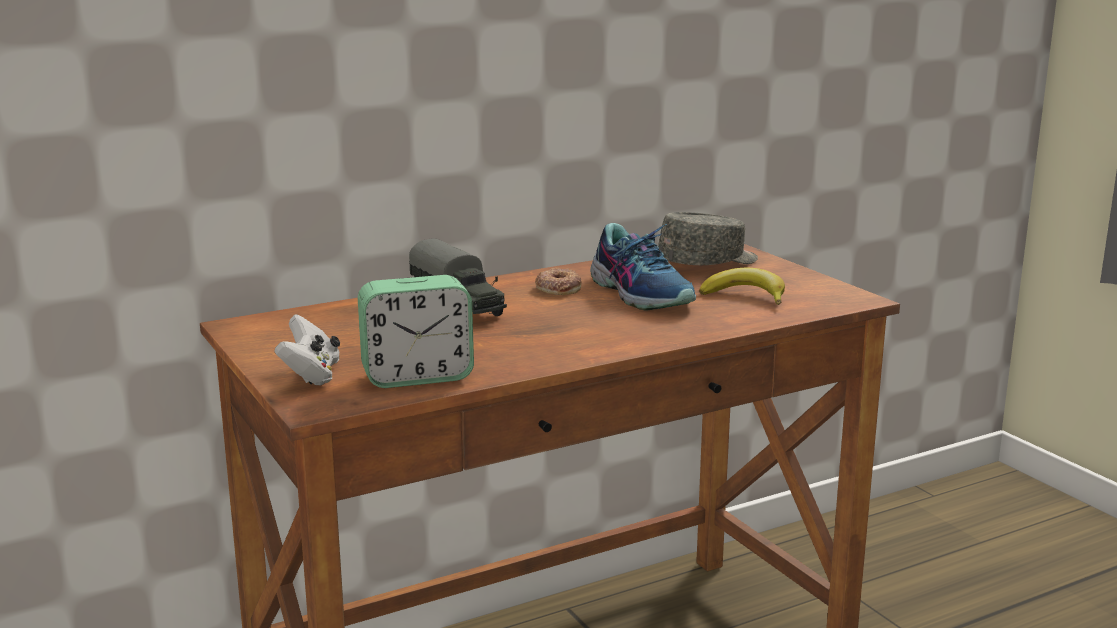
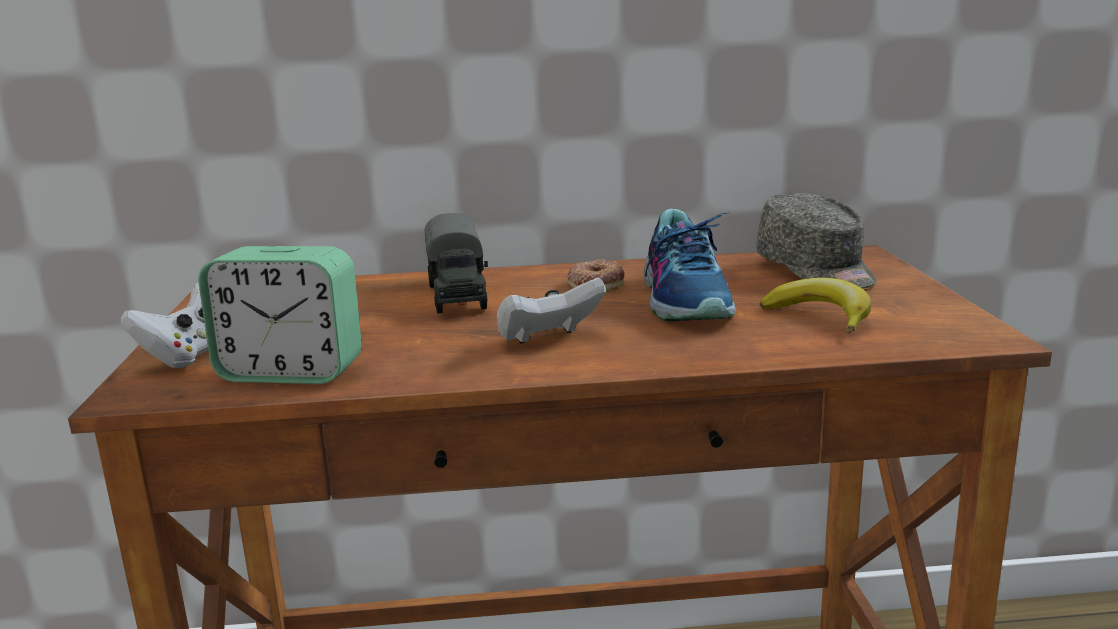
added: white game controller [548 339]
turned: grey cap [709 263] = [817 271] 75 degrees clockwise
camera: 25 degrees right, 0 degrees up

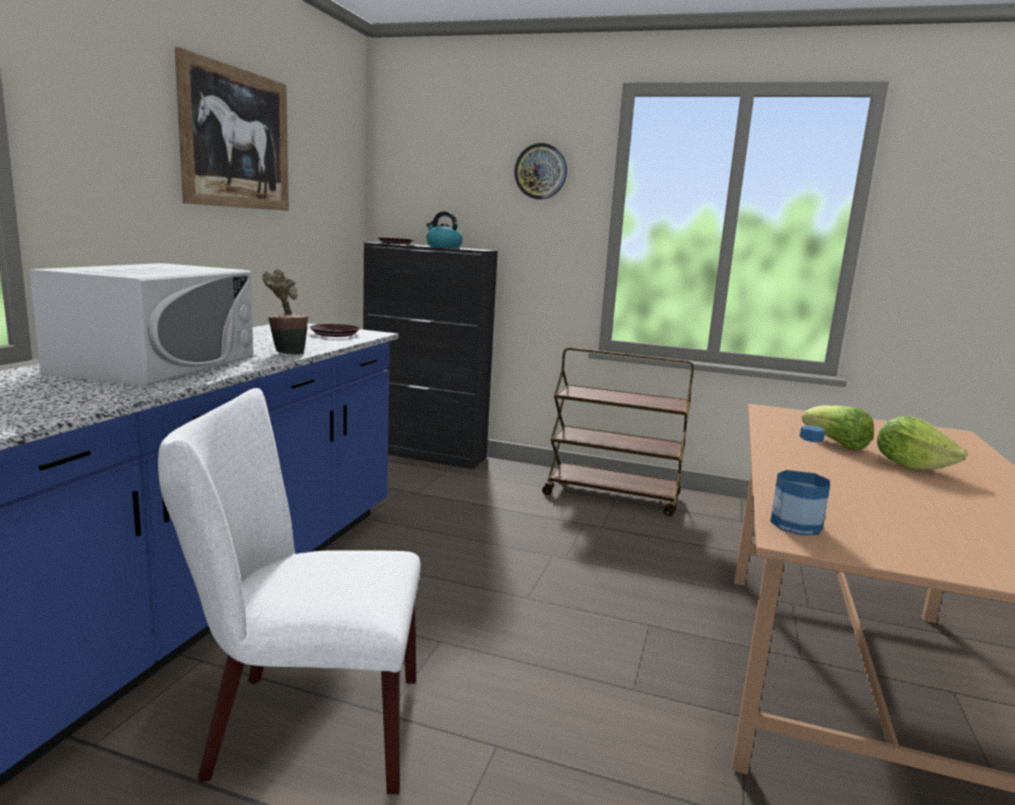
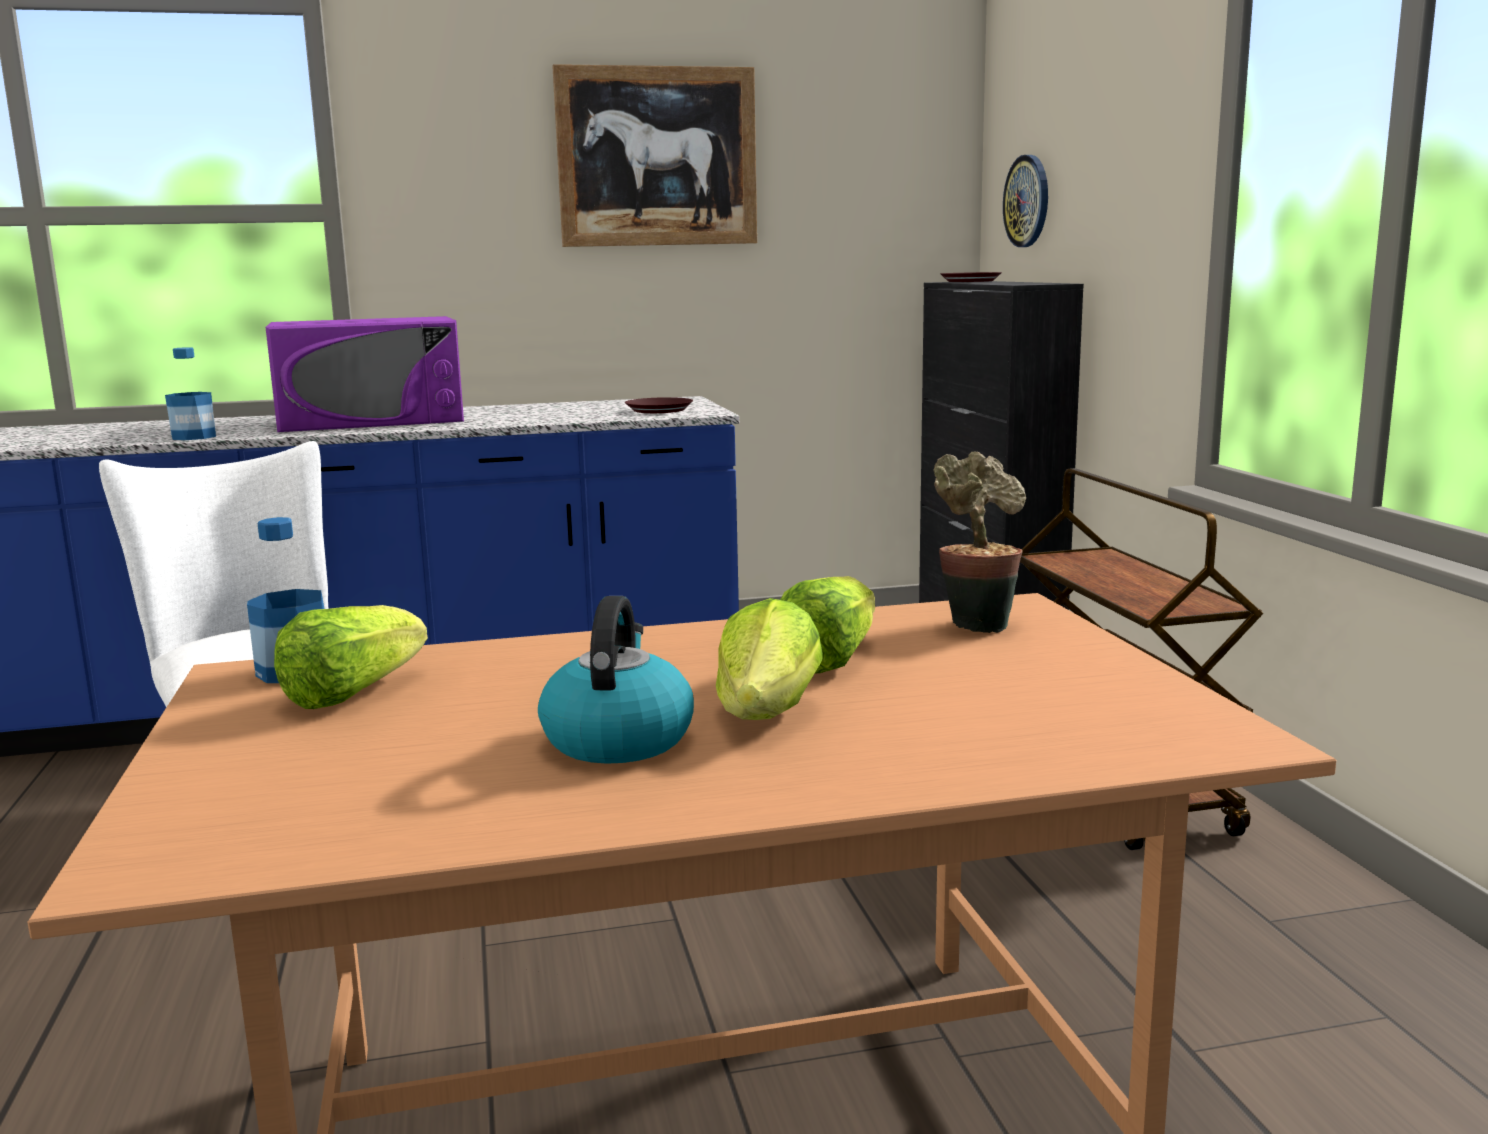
added: bottle [194 437]; lettuce [351 694]
moved: wall clock [541 171] to [1027 201]; kettle [443 247] to [617 738]; potted plant [287 353] to [976 623]
recoloured: white microwave [157 364] to purple microwave [371 420]
camera: 60 degrees right, 0 degrees up

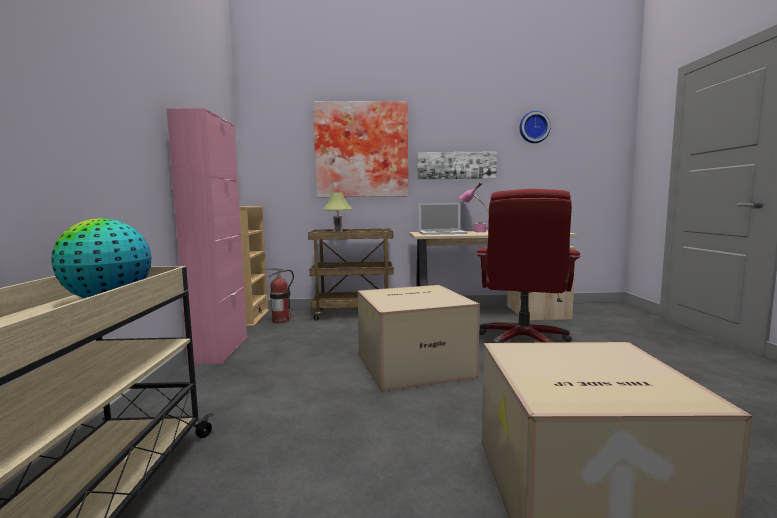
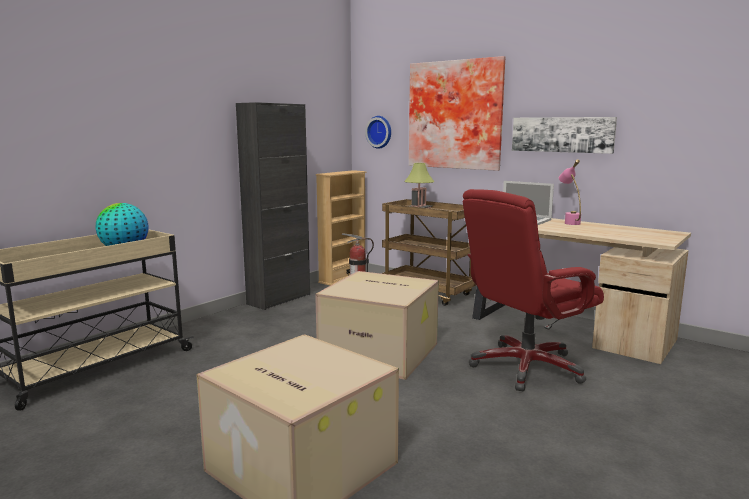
moved: wall clock [533 127] to [380 132]
recoloured: pink cabinet [220 350] to black cabinet [279 299]
camera: 40 degrees right, 5 degrees up

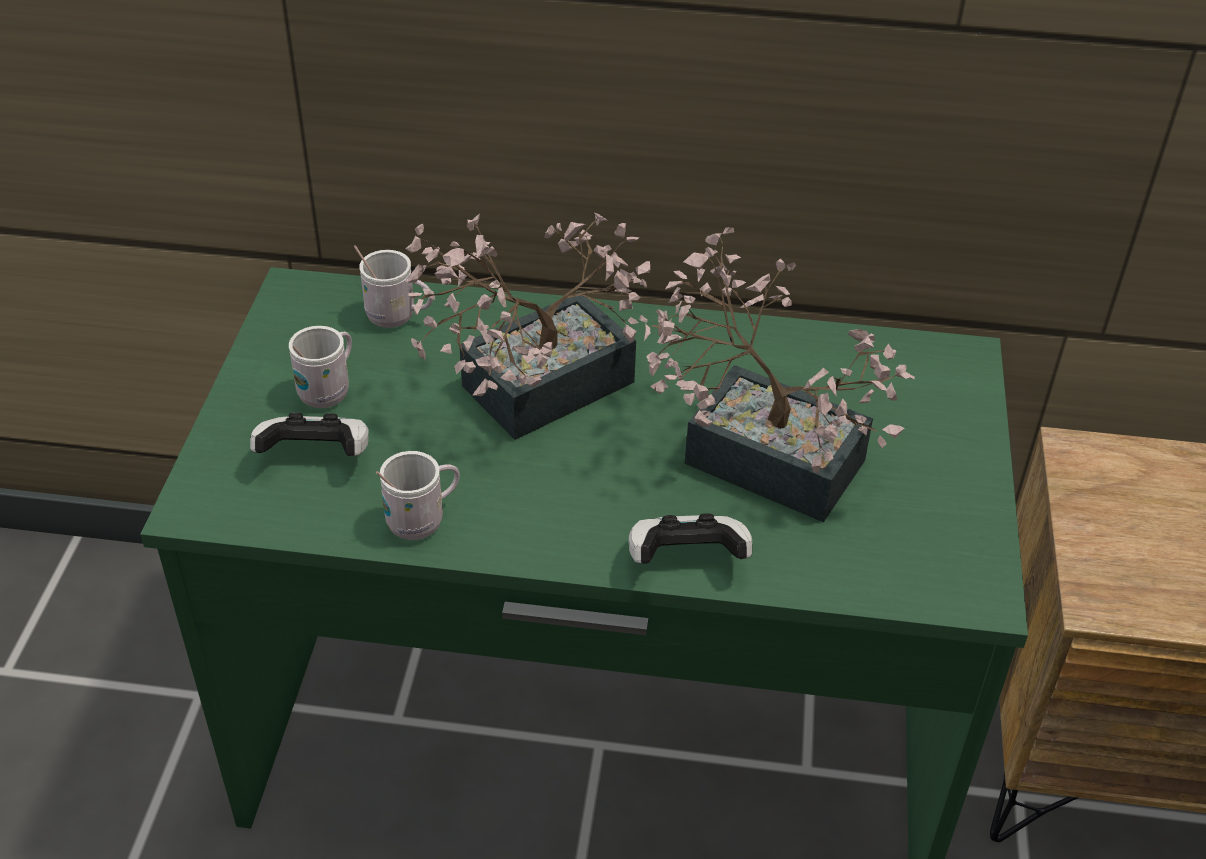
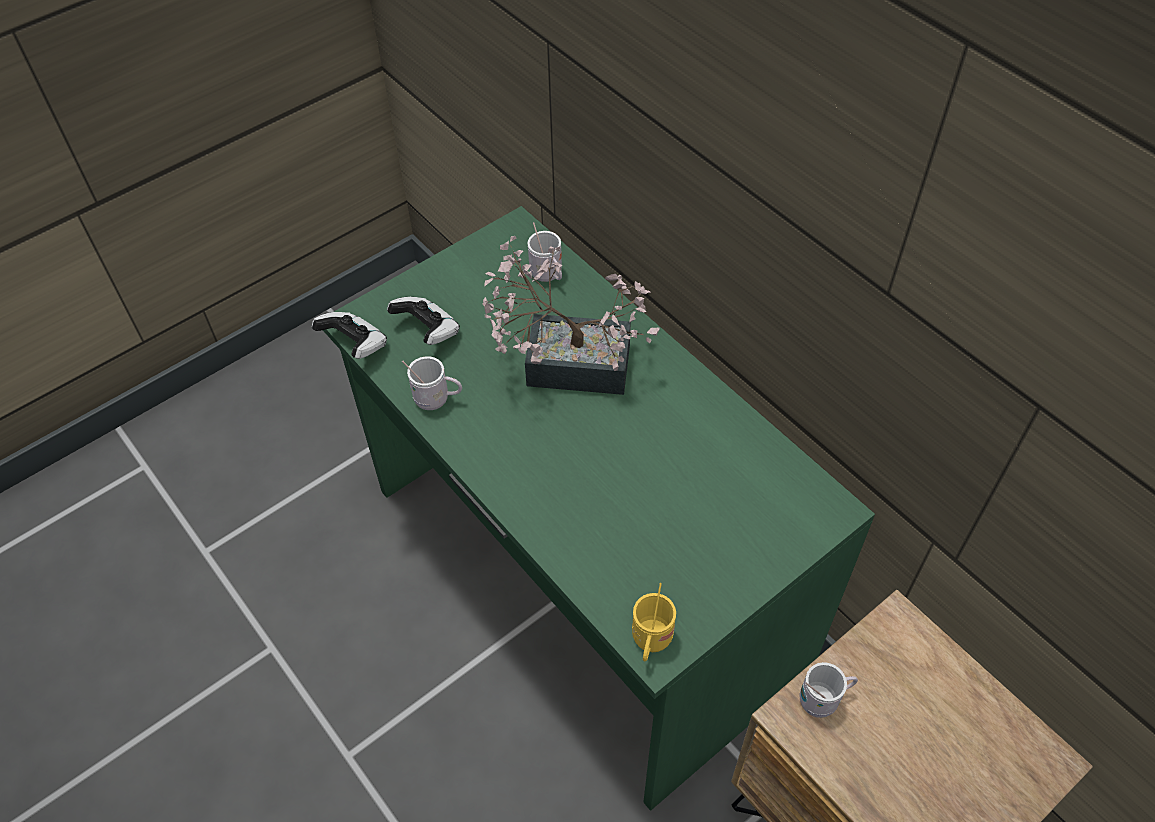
removed: potted plant [756 452]
added: yellow mug [650 642]
moved: white mug [329 390] to [823 699]; game controller [686 560] to [355 345]
camera: 45 degrees right, 10 degrees up

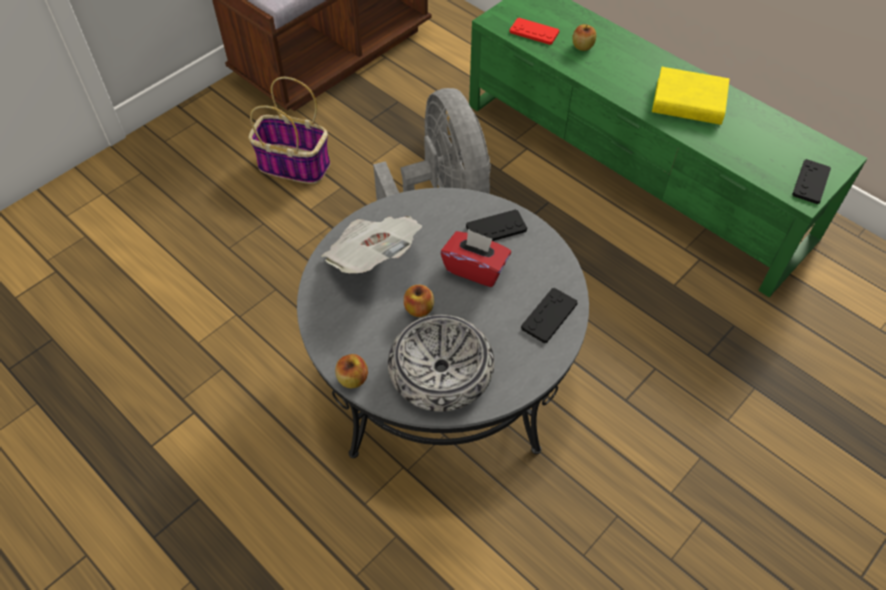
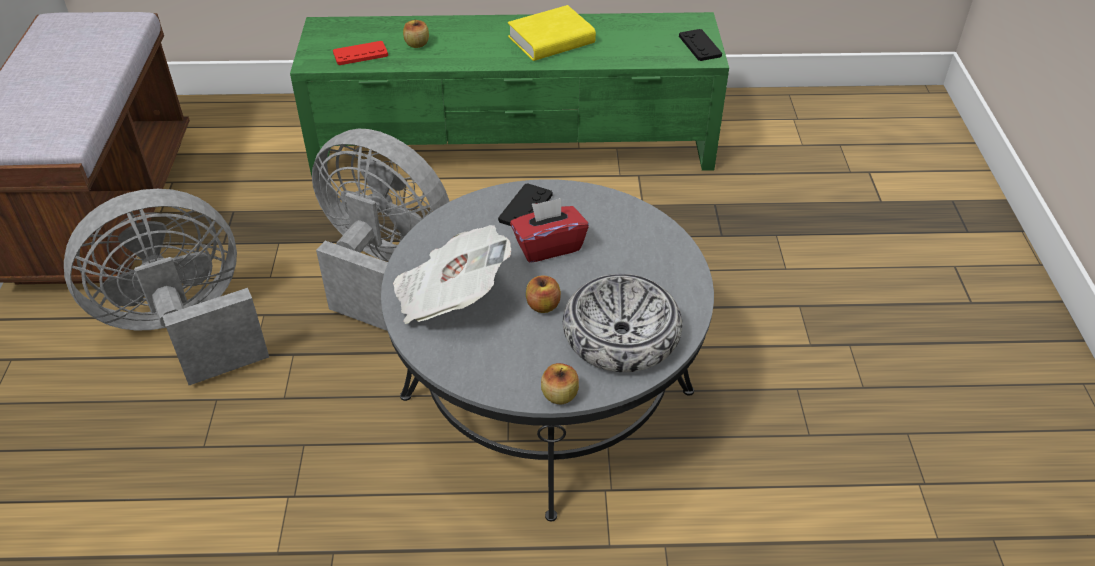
removed: black game controller [549 316]
replaced: basket [292 165] to grey fan [185 329]
camera: 45 degrees left, 10 degrees down

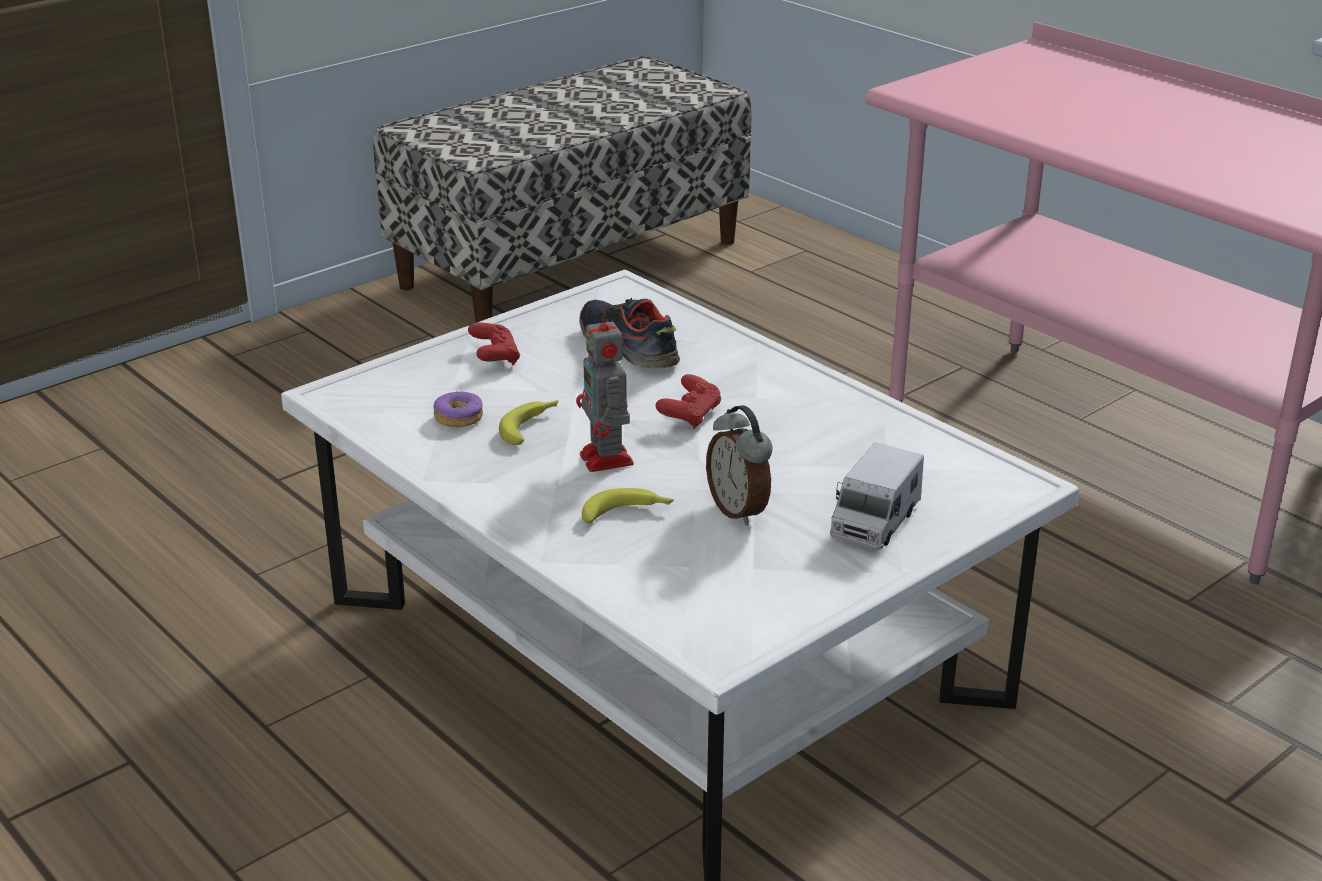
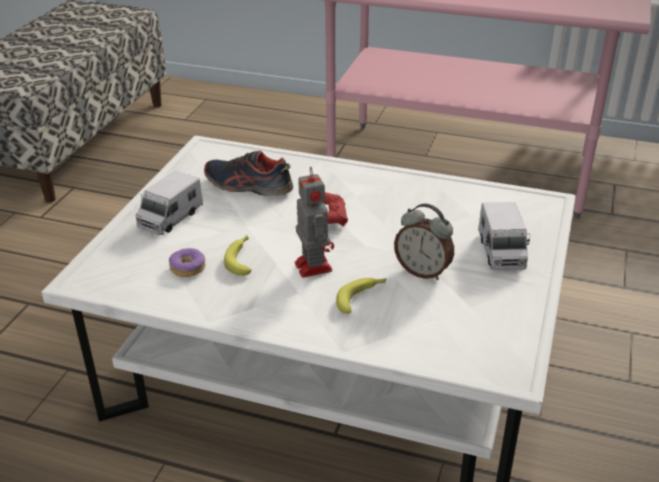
replaced: red game controller [495 357] to toy truck [170 218]
turned: toy robot [607 460] = [312 265] 150 degrees counterclockwise
camera: 30 degrees left, 5 degrees up

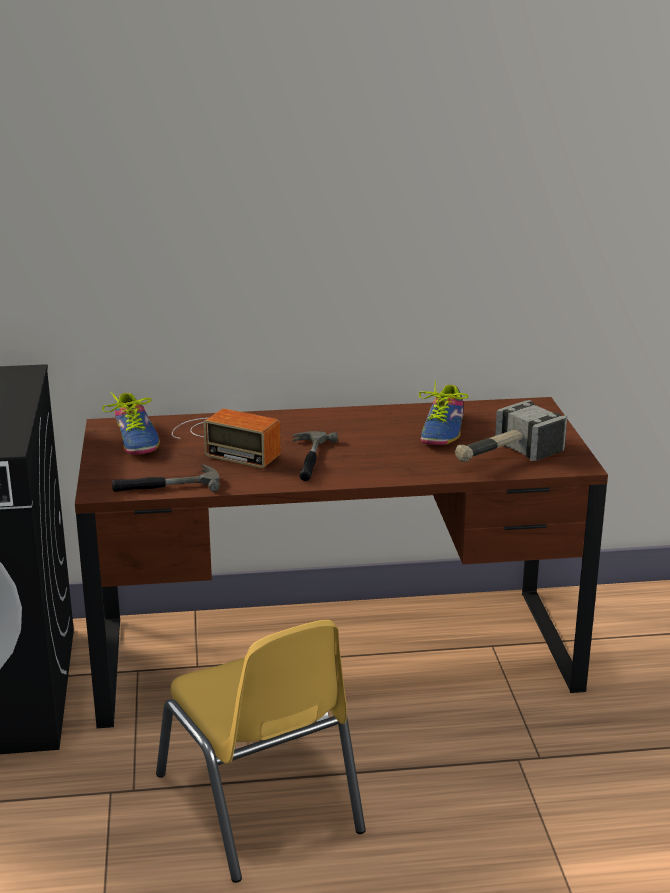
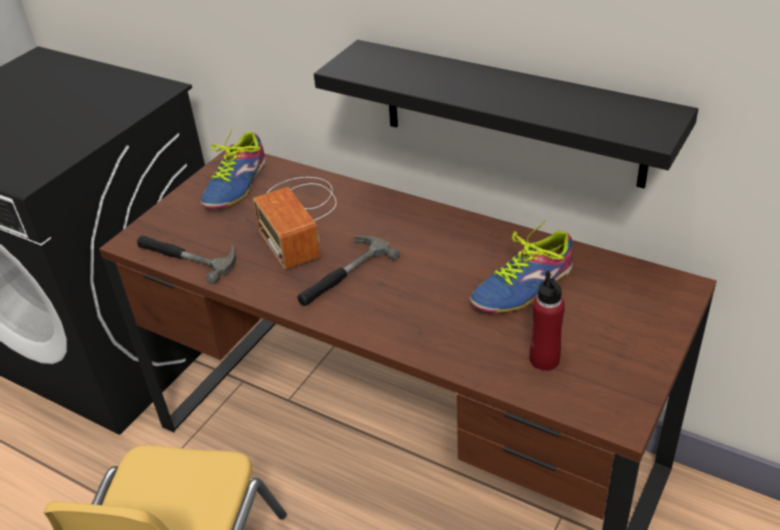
added: black shelf [511 113]
replaced: hammer [503 456] to red bottle [544 360]
camera: 40 degrees right, 15 degrees up

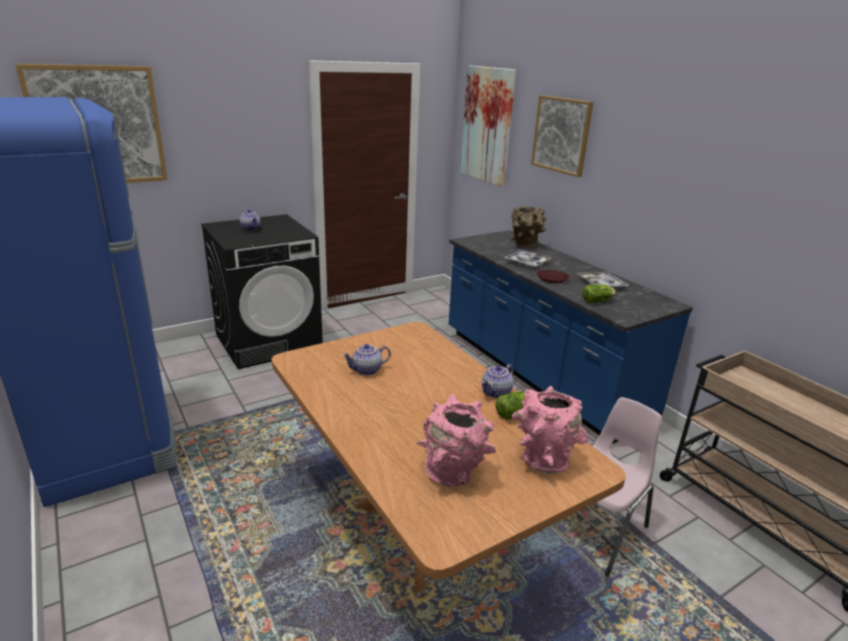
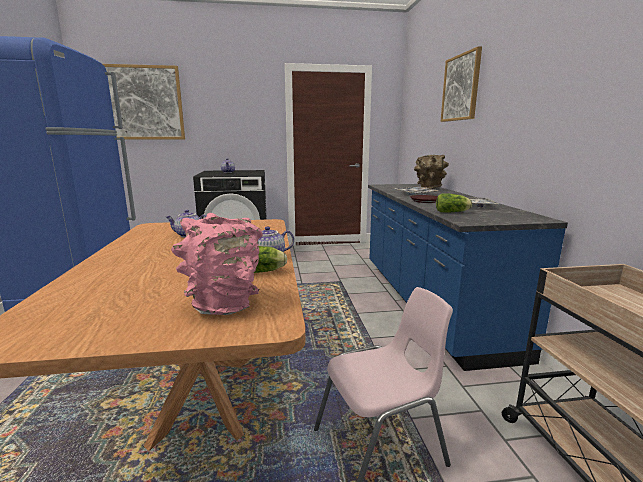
removed: picture [487 125]; pink vase [454 473]
camera: 25 degrees right, 10 degrees down

